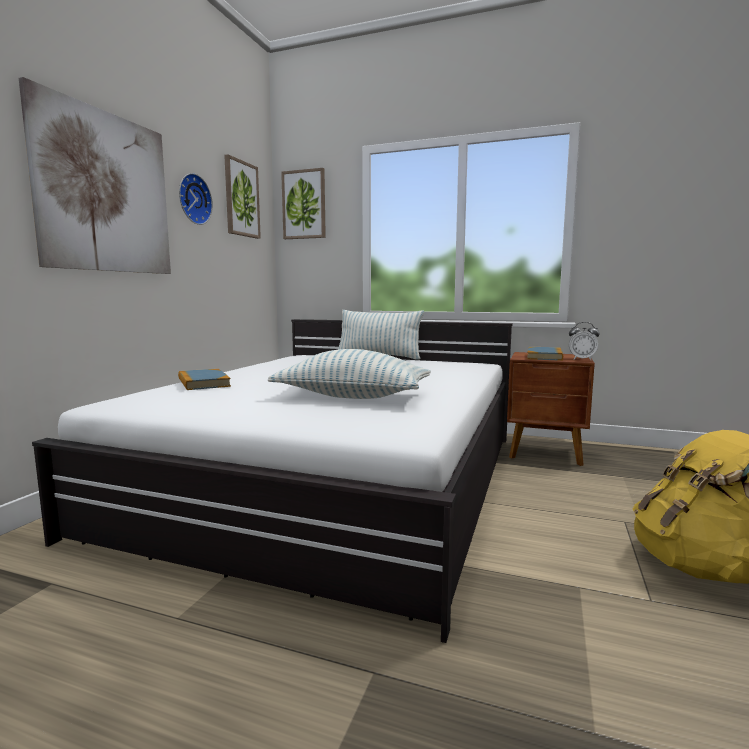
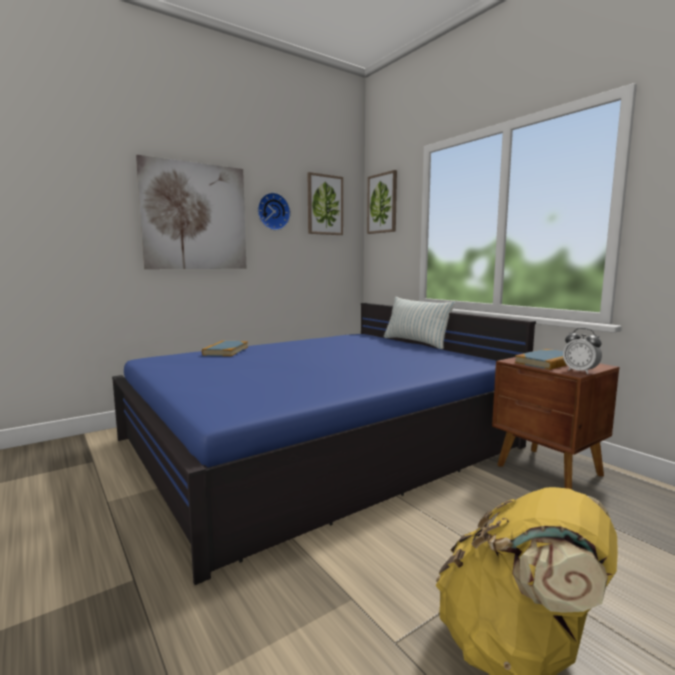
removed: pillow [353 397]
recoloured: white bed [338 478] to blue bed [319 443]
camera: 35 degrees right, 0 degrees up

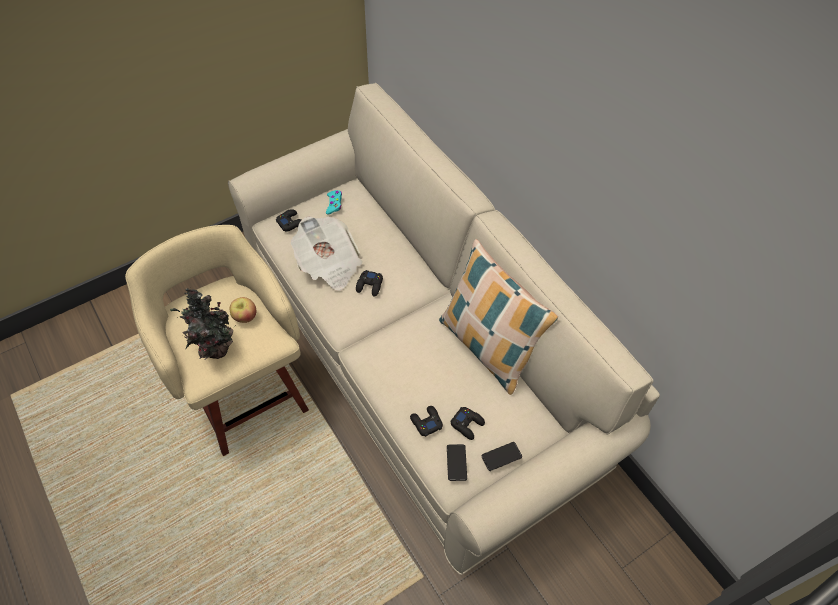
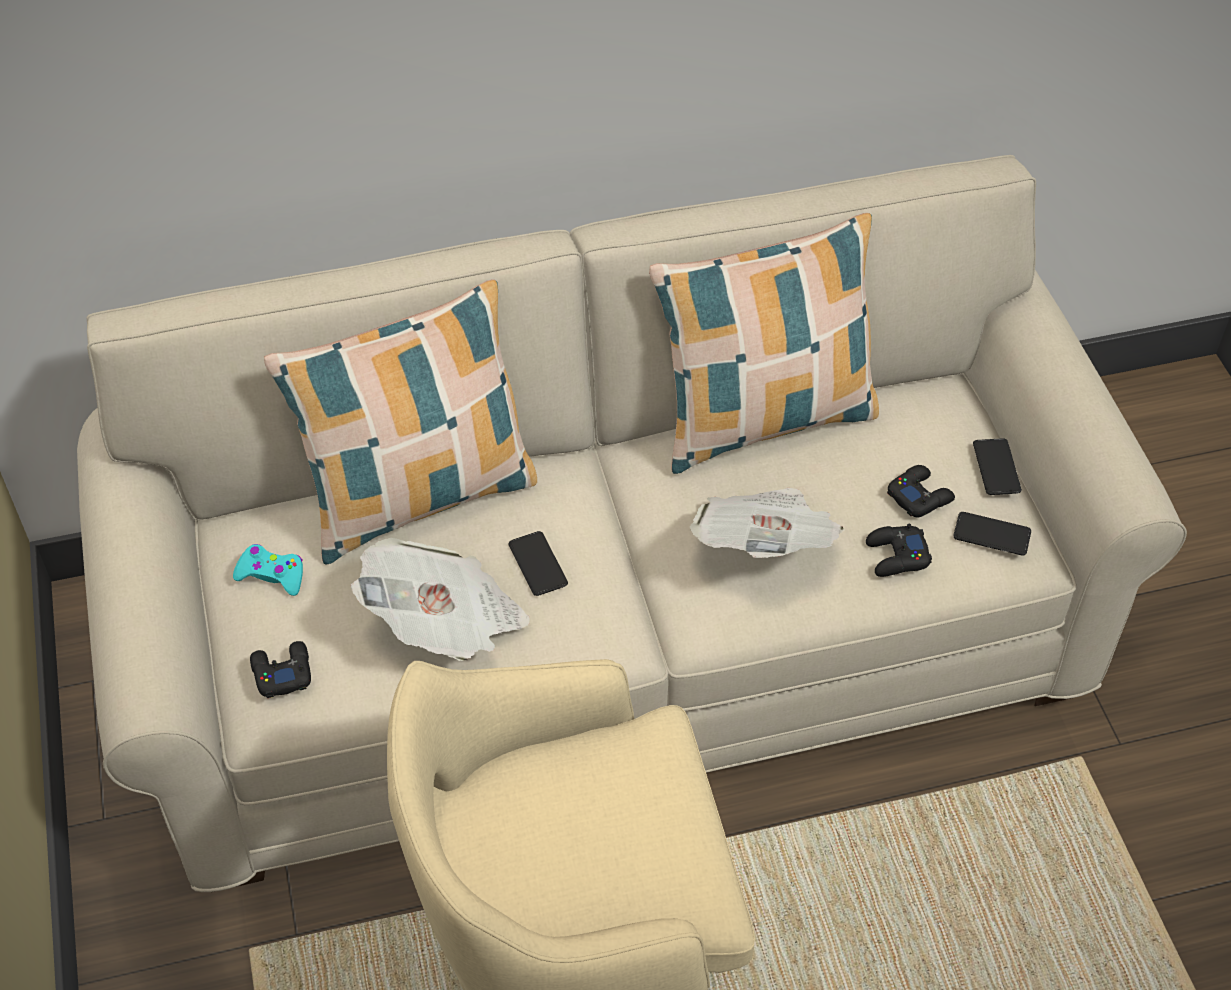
removed: potted plant [214 349]; apple [245 317]
added: pillow [419 497]; newspaper [764 546]
replaced: black game controller [370 285] to phone [538 564]
camera: 70 degrees left, 5 degrees down

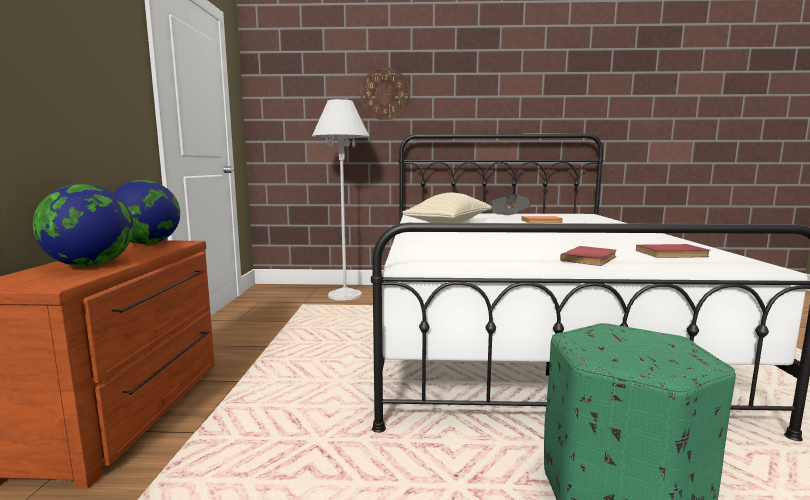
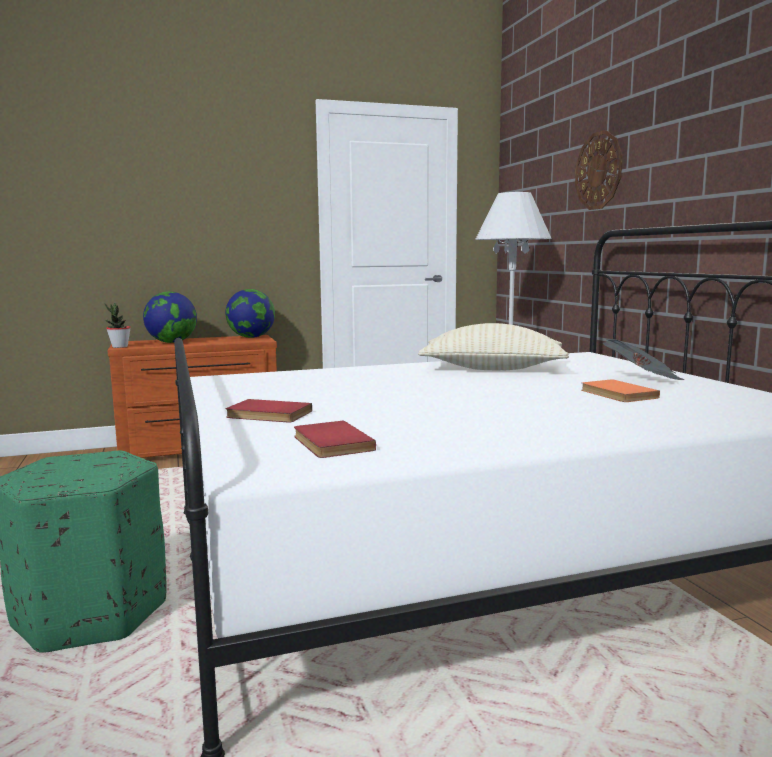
added: potted plant [119 347]
camera: 70 degrees right, 0 degrees up

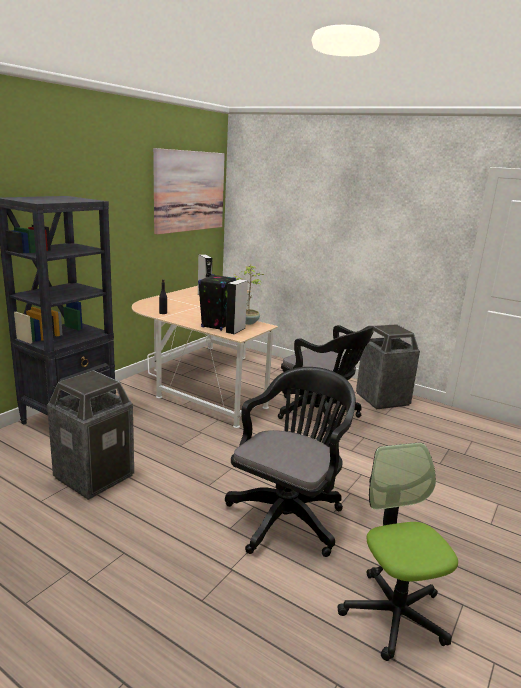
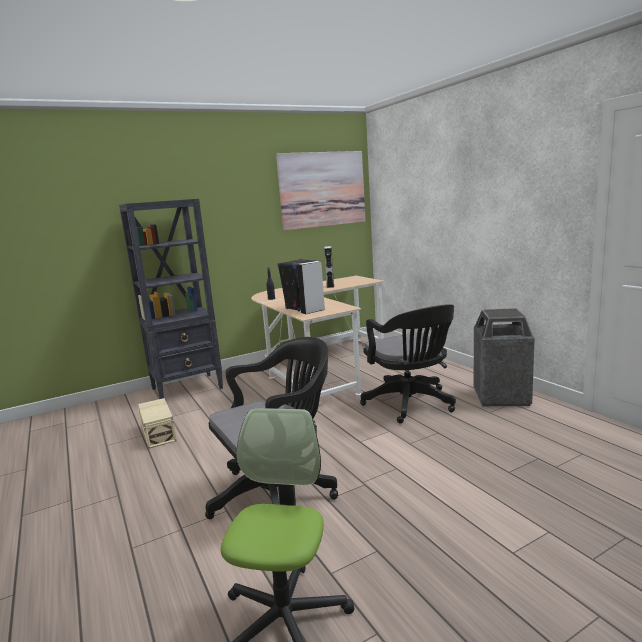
removed: potted plant [247 322]
replaced: trash can [94 476] to beige storage box [159 433]
camera: 30 degrees right, 5 degrees down

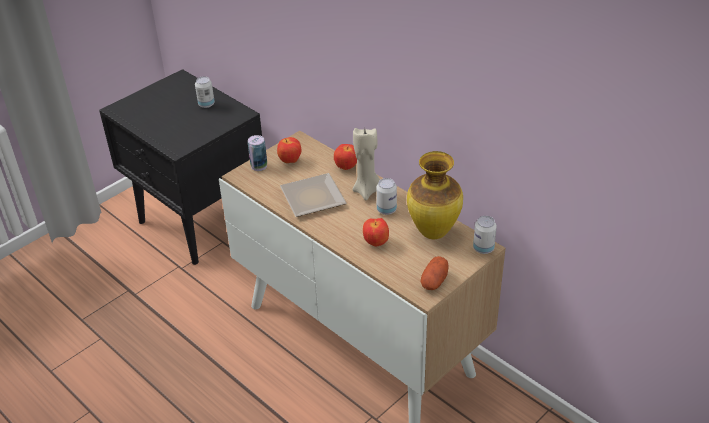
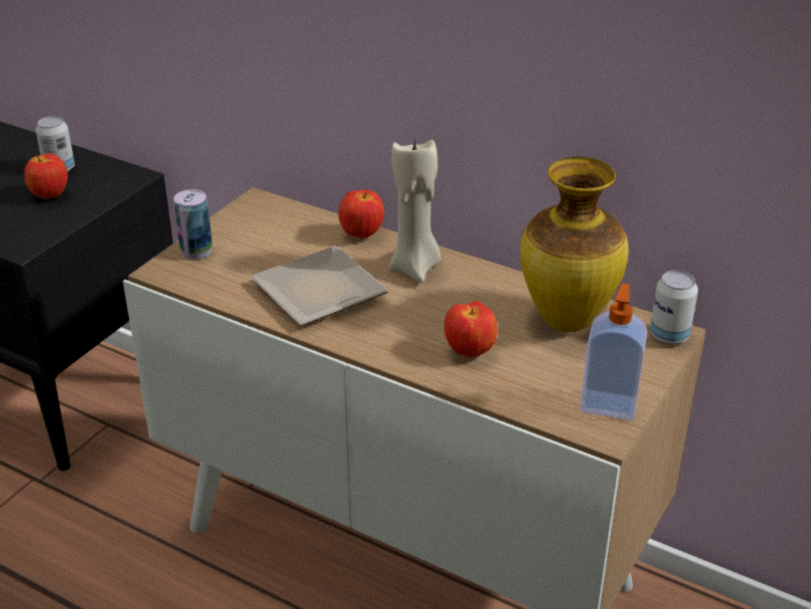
removed: can [386 210]
moved: apple [290 161] to [50 196]
replaced: potato [434 281] to soap dispenser [609 403]
camera: 15 degrees left, 5 degrees down

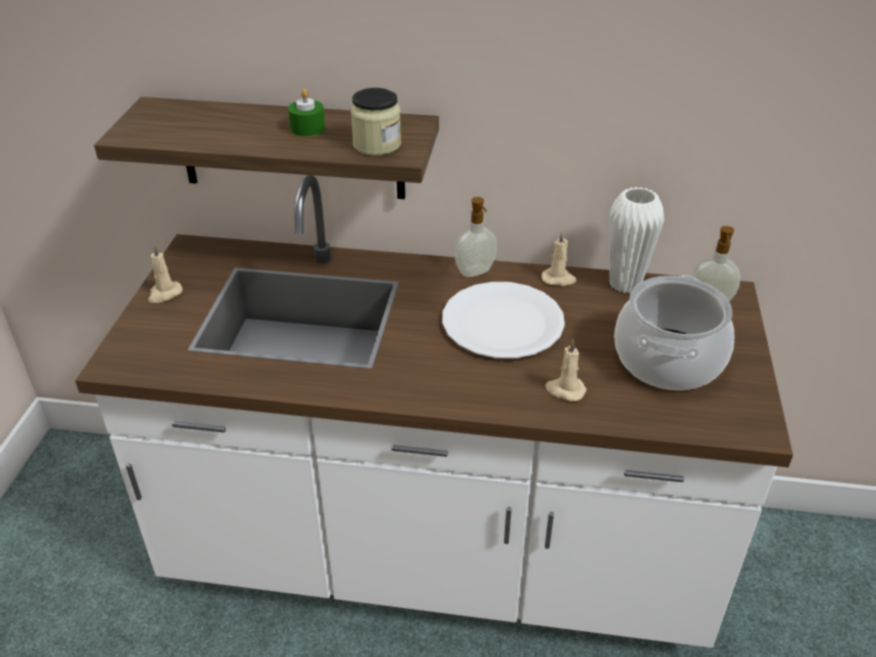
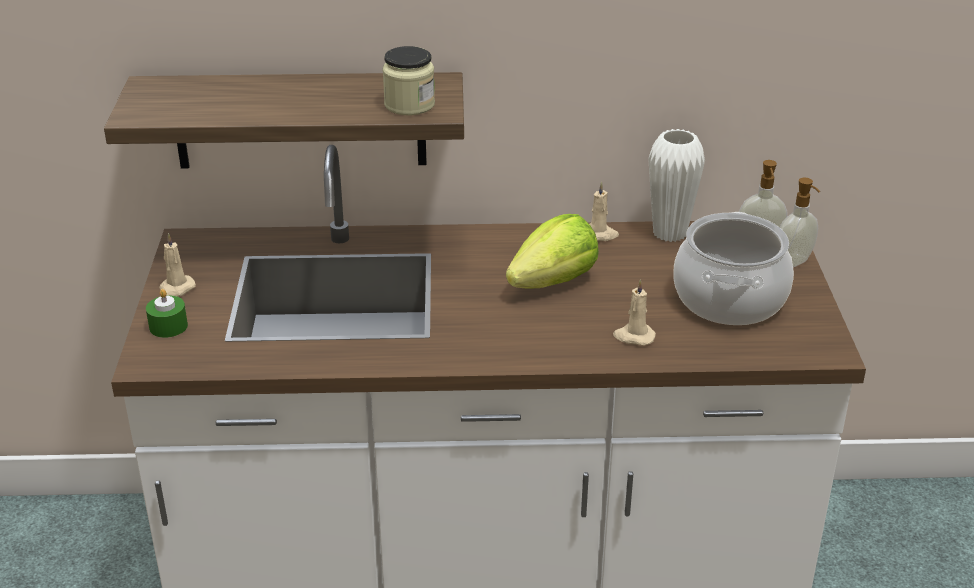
moved: green candle [307 128] to [168 326]; soap dispenser [476 272] to [794 262]
replaced: white plate [503 323] to lettuce [554 282]
camera: 10 degrees left, 5 degrees down

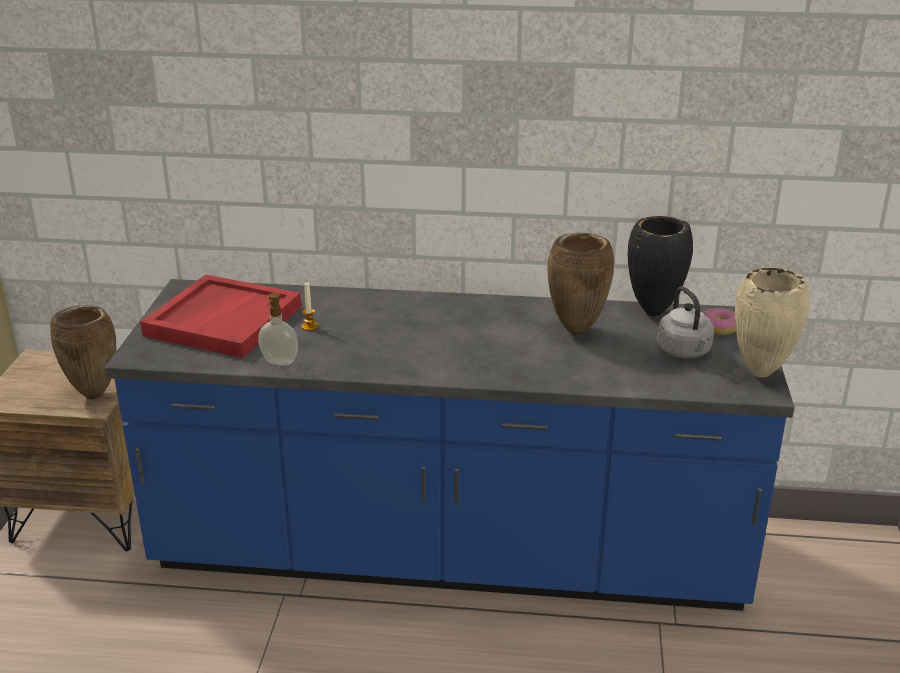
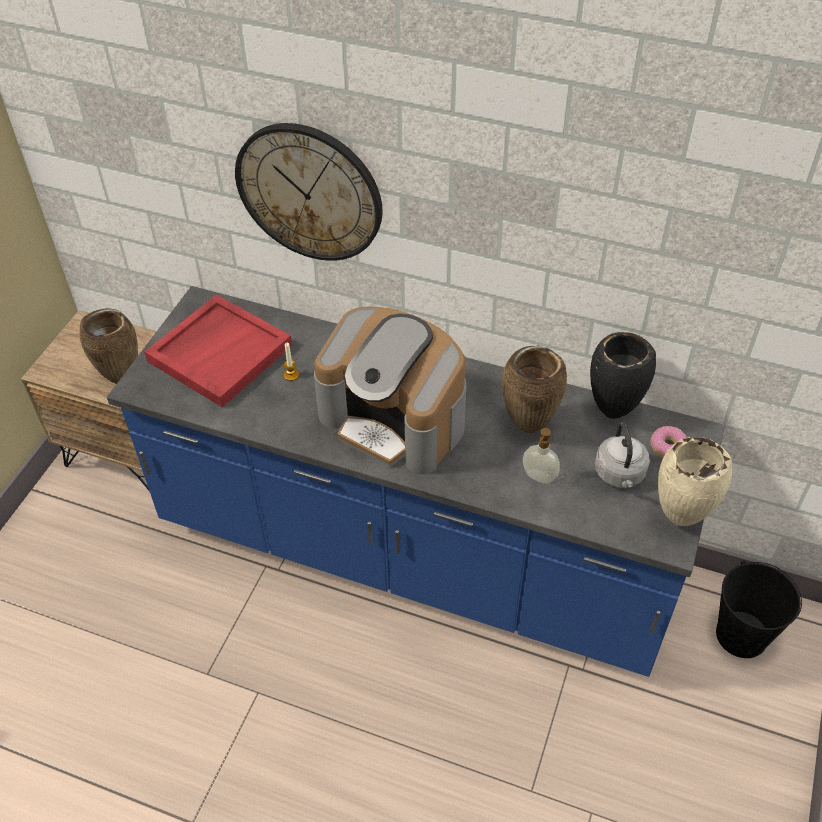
added: wall clock [309 192]; coffee machine [395 419]; black bucket [741 635]
moved: soap dispenser [279 362] to [538 477]
camera: 15 degrees right, 20 degrees up

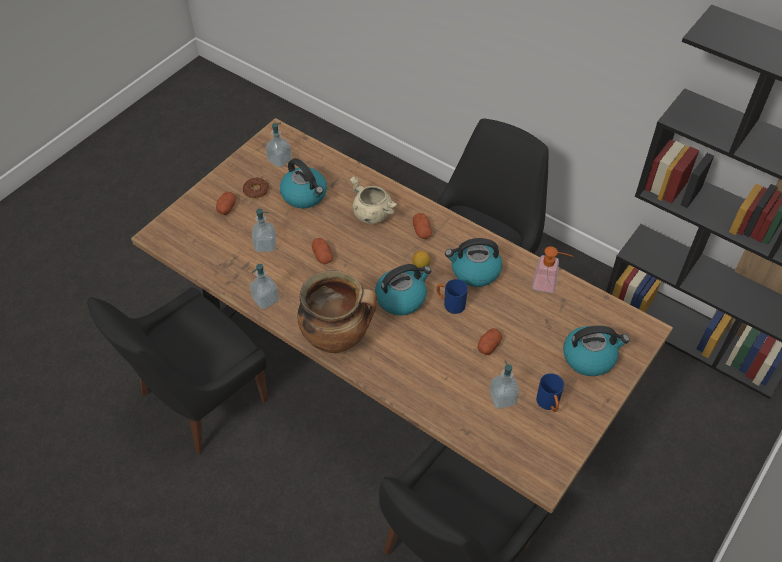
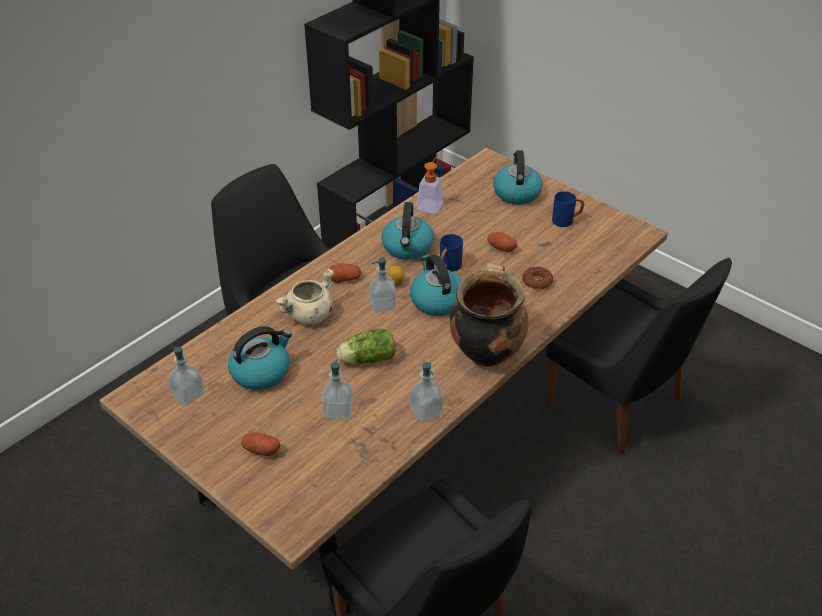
moved: donut [256 190] to [537 281]; soap dispenser [502 398] to [383 305]
replaced: potato [322 256] to lettuce [366 359]
camera: 85 degrees left, 10 degrees down

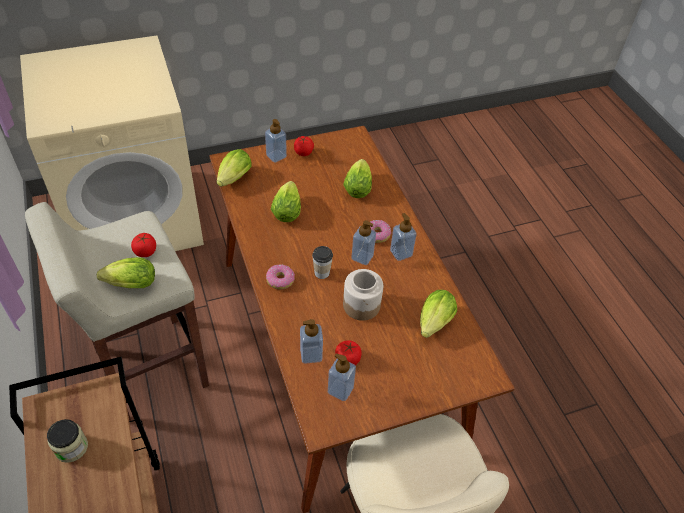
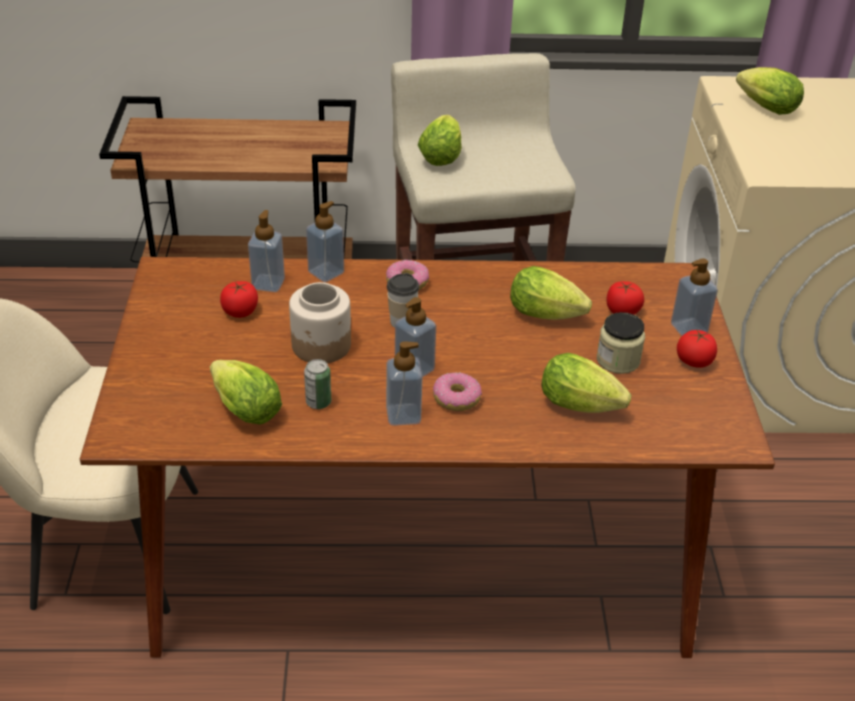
added: can [318 402]
moved: lettuce [233 180] to [763 107]; tomato [145 251] to [622 311]; soap dispenser [340 389] to [326 272]; jar [71 447] to [618 360]
camera: 110 degrees right, 10 degrees down

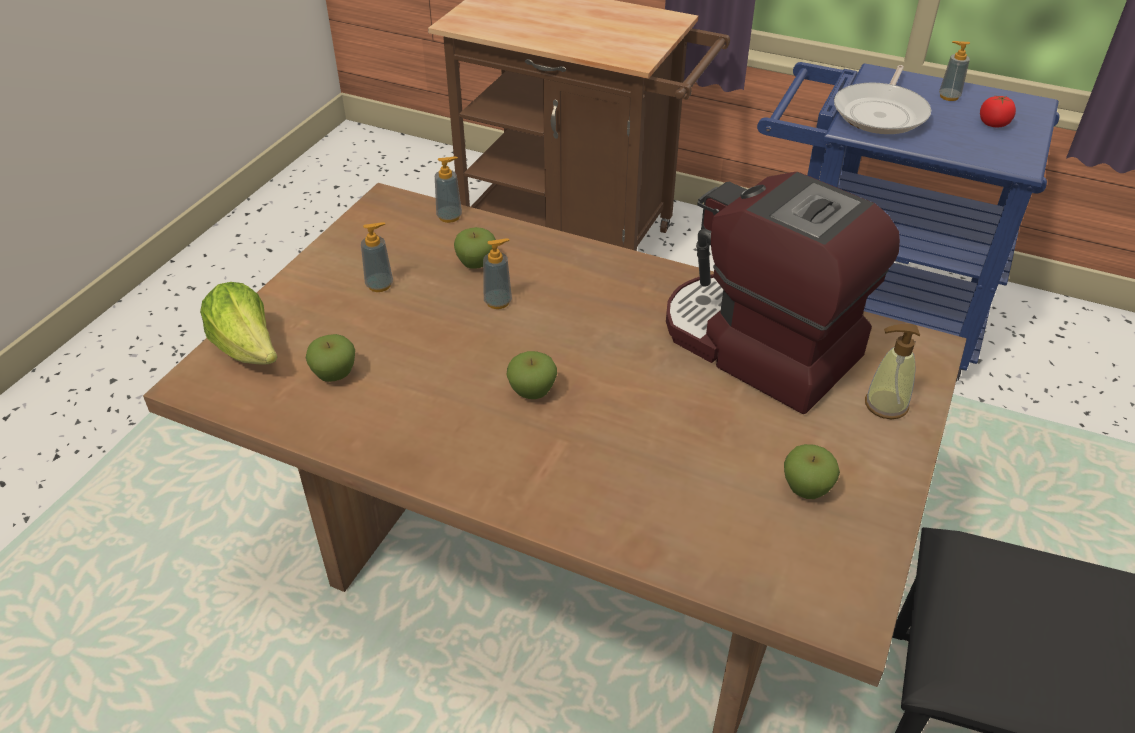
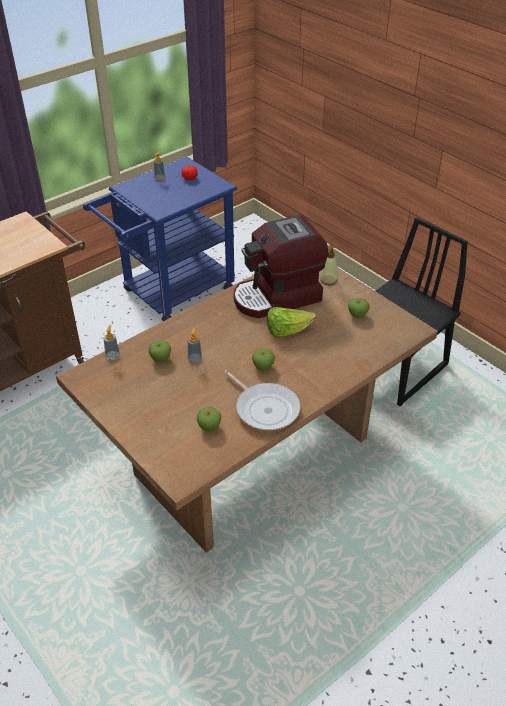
removed: soap dispenser [379 285]
moved: frying pan [881 113] to [265 408]; lettuce [248 350] to [287 331]
camera: 65 degrees left, 0 degrees up

